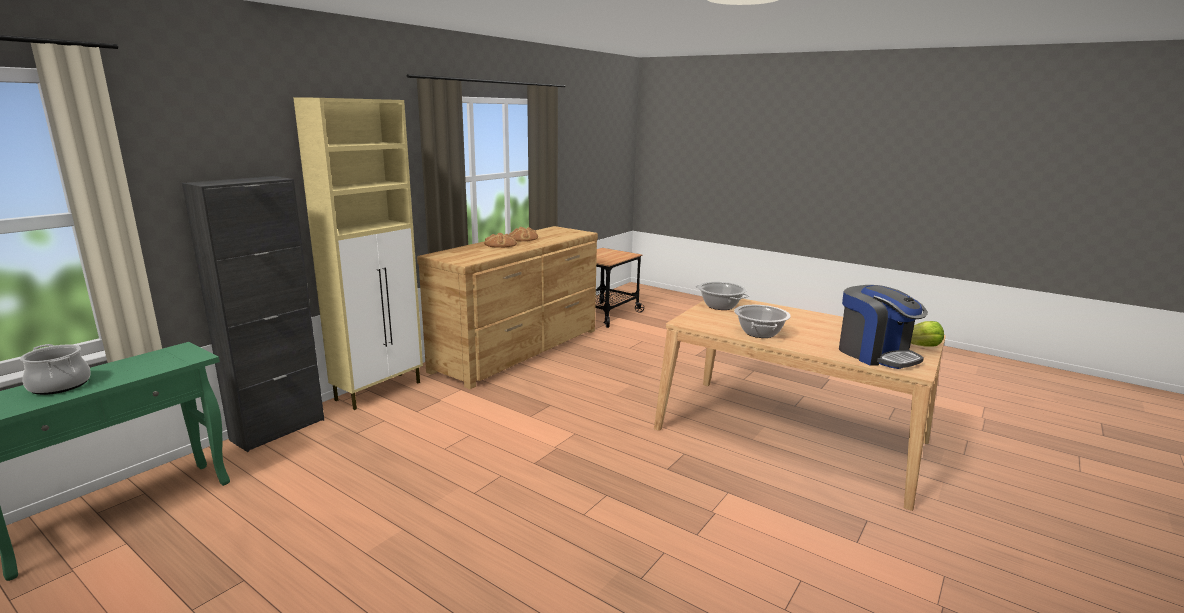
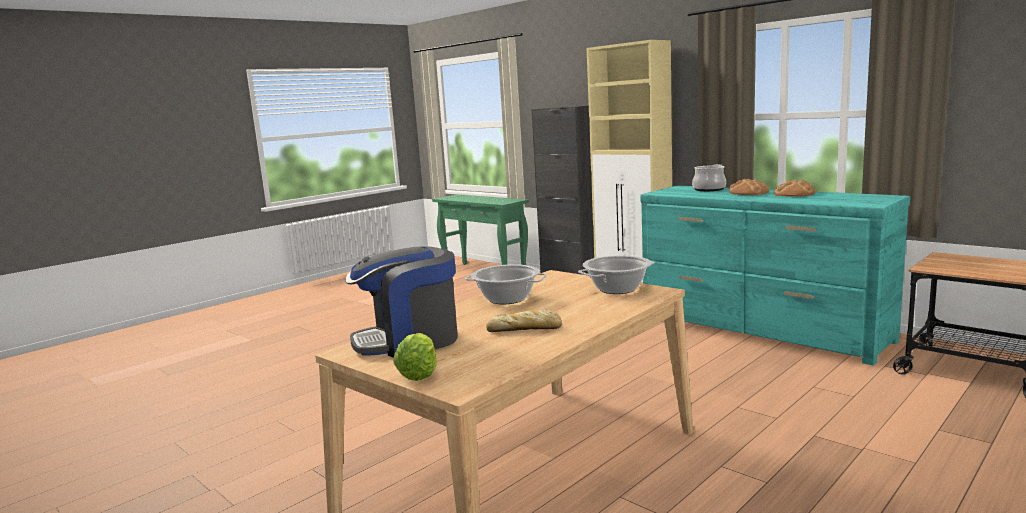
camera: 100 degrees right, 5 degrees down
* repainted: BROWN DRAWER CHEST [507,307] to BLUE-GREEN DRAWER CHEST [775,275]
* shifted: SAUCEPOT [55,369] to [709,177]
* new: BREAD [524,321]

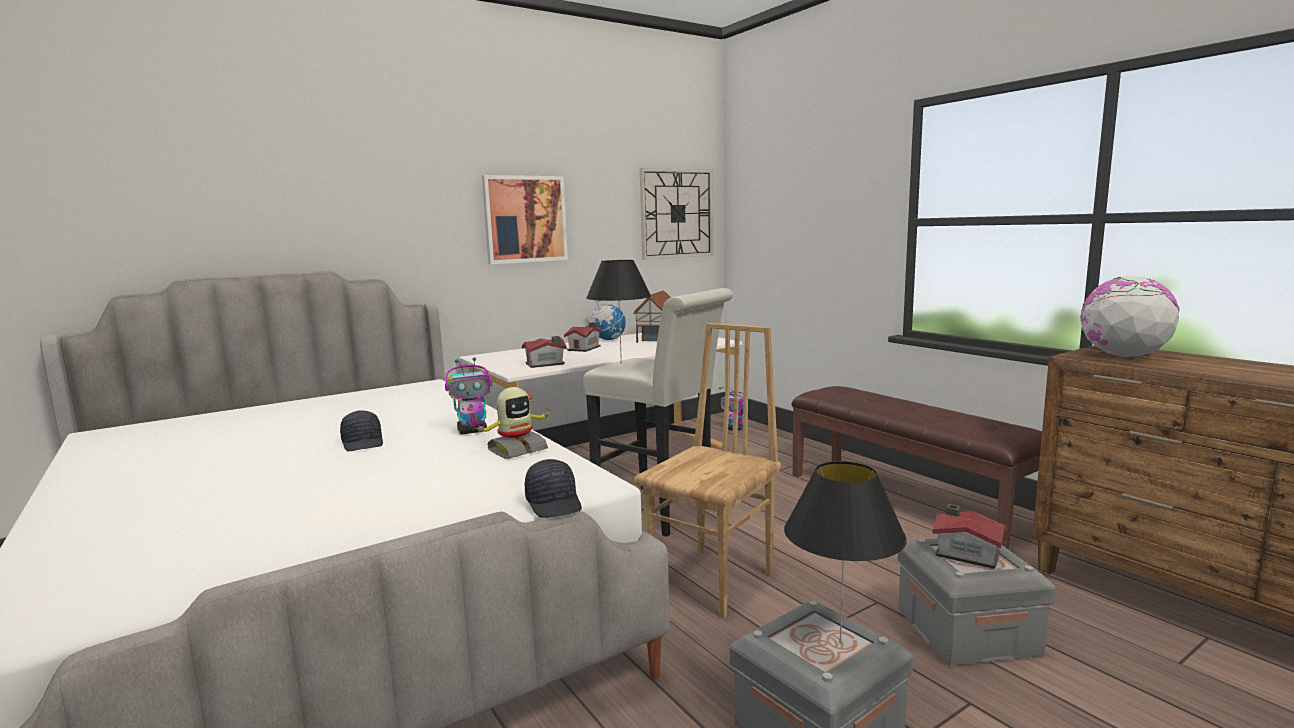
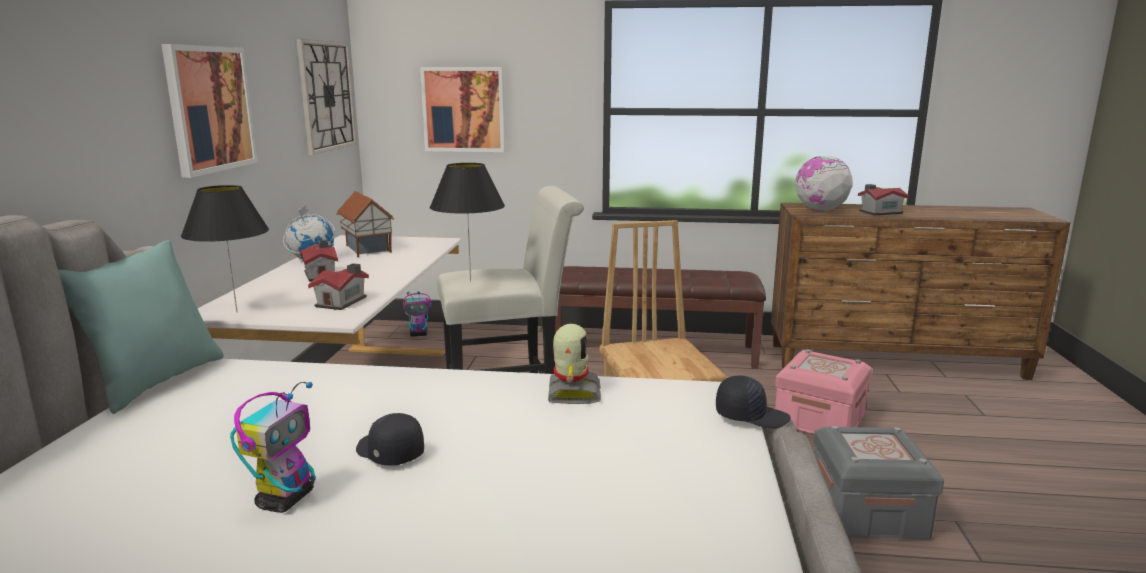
camera: 50 degrees left, 5 degrees up
* shifted: MODEL ROBOT [468,396] to [273,447]
* rotated: BLACKISH CAP [361,430] = [390,439] 150 degrees counterclockwise
* shifted: BLACKISH LAMP FOR A TABLE [845,552] to [225,248]
* shifted: MODEL HOUSE [969,536] to [883,199]
* repainted: GREY STORAGE BOX [977,602] to PINKISH STORAGE BOX [823,391]
* new: WALL ART [462,109]
* new: BLUE-GREEN CUSHION [141,327]

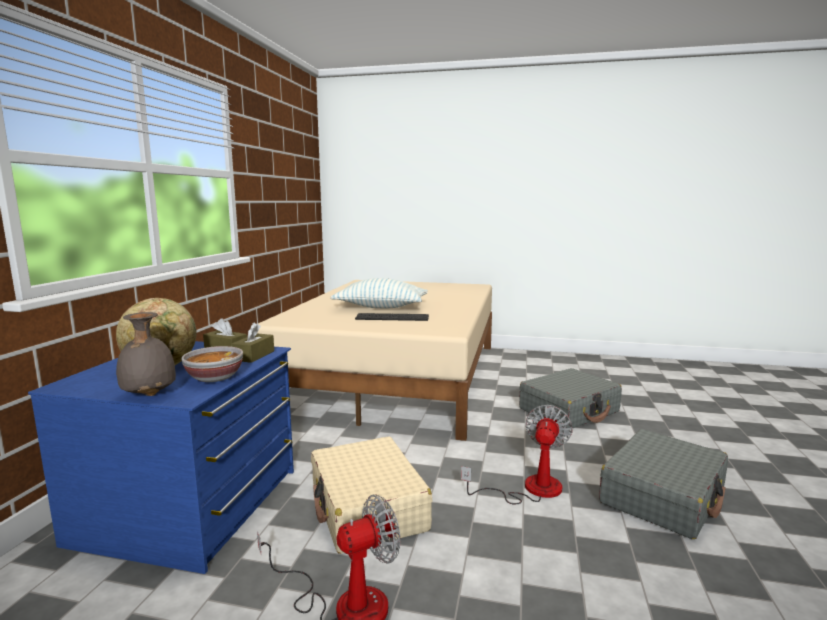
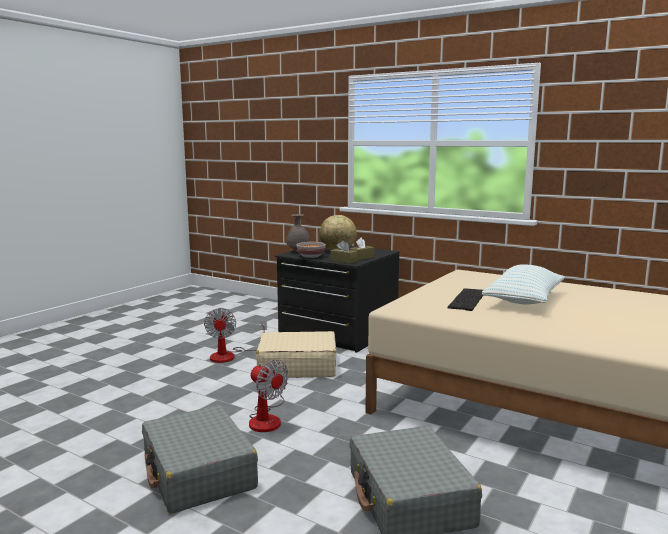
camera: 110 degrees right, 0 degrees up
* repainted: BLUE-COLOURED DRAWER CHEST [161,457] to BLACKISH DRAWER CHEST [337,299]

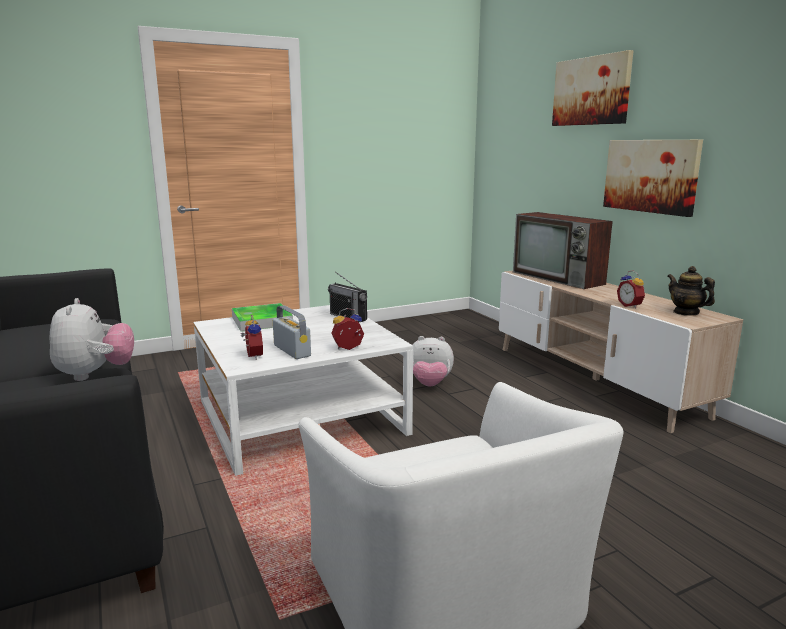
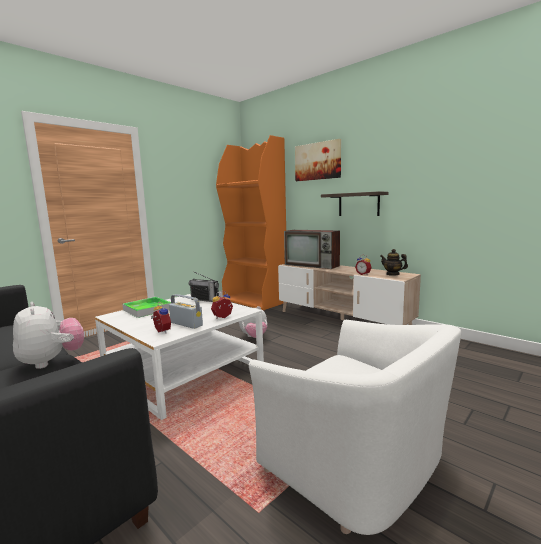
camera: 20 degrees left, 5 degrees down
* swapped: WALL ART [653,178] to BRACKET SHELF [355,204]
* new: ORANGE BOOKCASE [251,222]

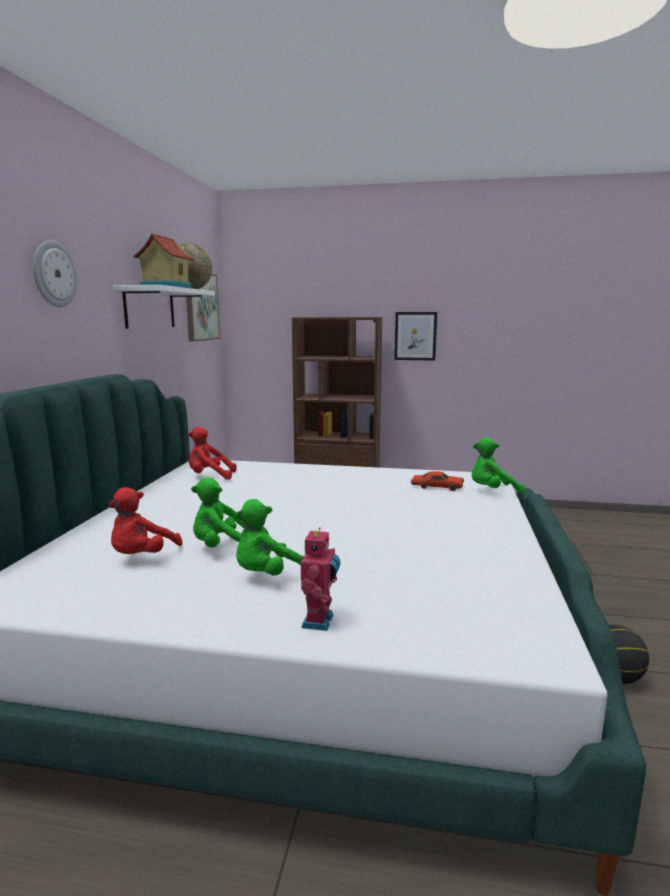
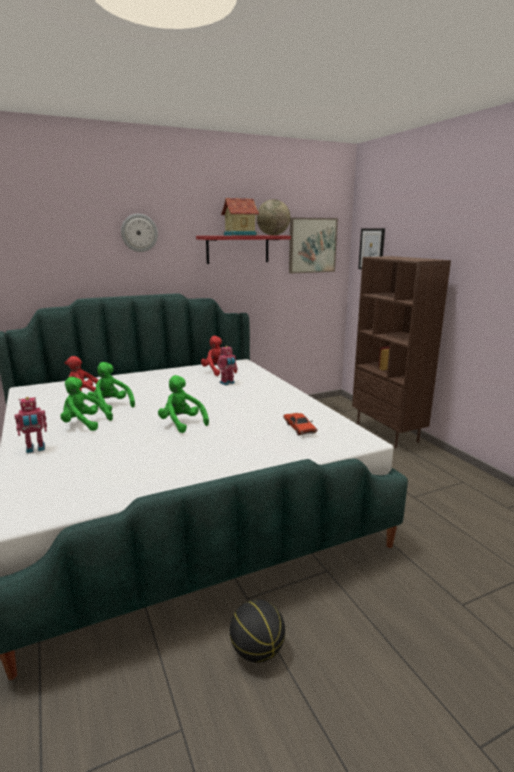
camera: 55 degrees right, 5 degrees up
* repainted: WHITE BRACKET SHELF [164,307] to RED-COLOURED BRACKET SHELF [243,249]
* shifted: WALL ART [415,336] to [371,248]
* shifted: GREEN-COLOURED SOFT TOY [498,465] to [183,404]
* new: MODEL ROBOT [227,366]

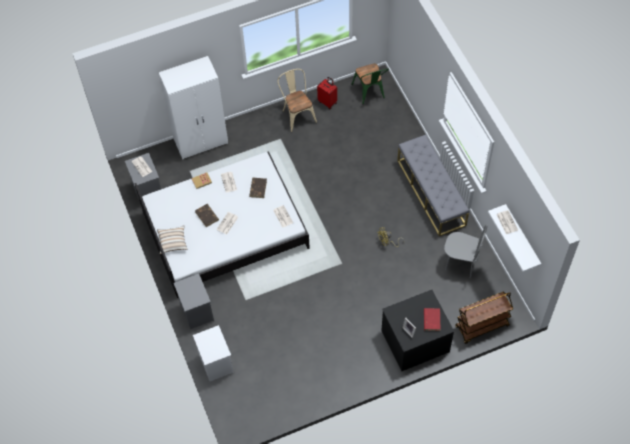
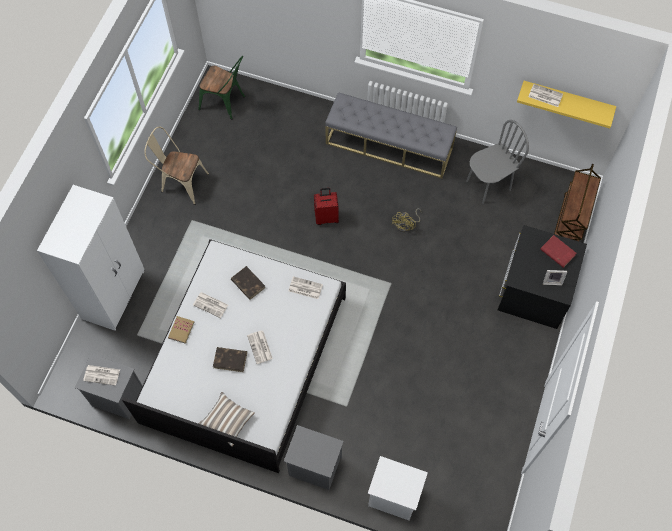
camera: 50 degrees left, 5 degrees up
* shifted: RED-COLOURED SUITCASE [327,93] to [326,206]
* repainted: WHITE BRACKET SHELF [514,238] to YELLOW BRACKET SHELF [566,104]

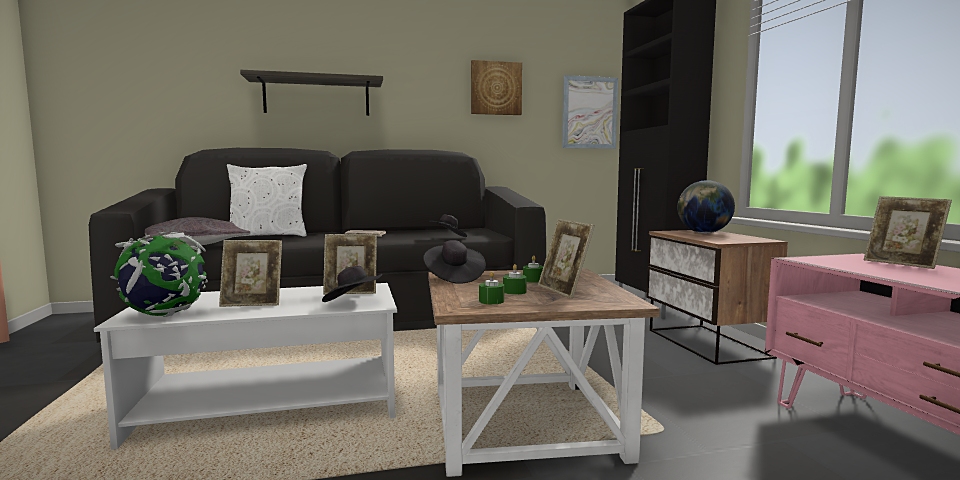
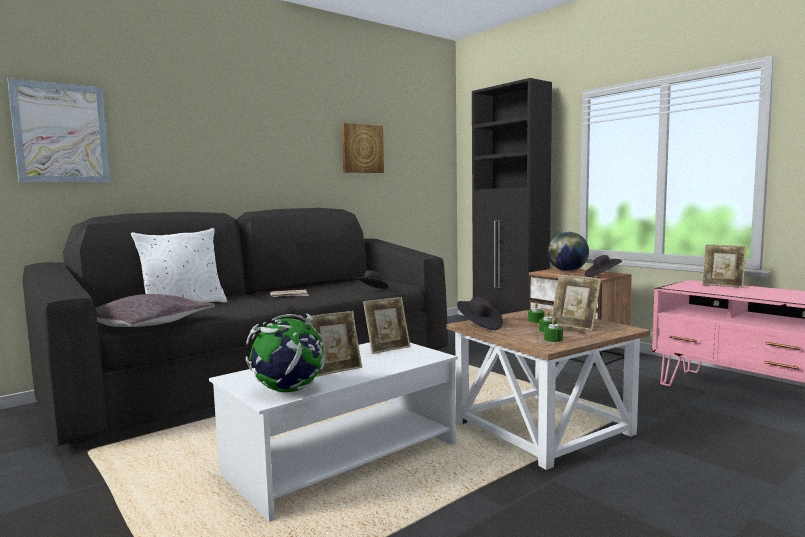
camera: 25 degrees left, 0 degrees up
* gone: BRACKET SHELF [311,93]
* shifted: WALL ART [590,112] to [59,130]
* shifted: BLACKISH CLOTHING HAT [352,284] to [603,266]

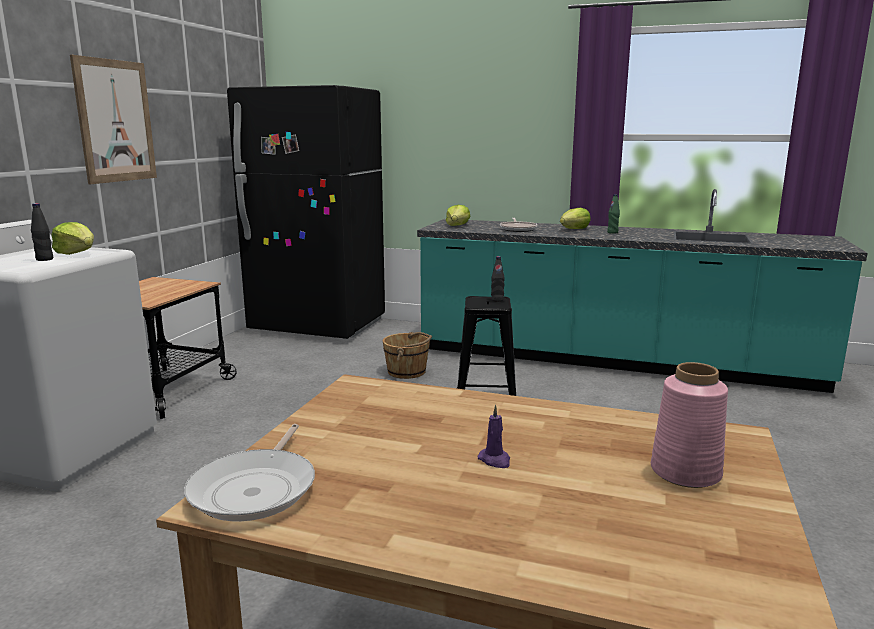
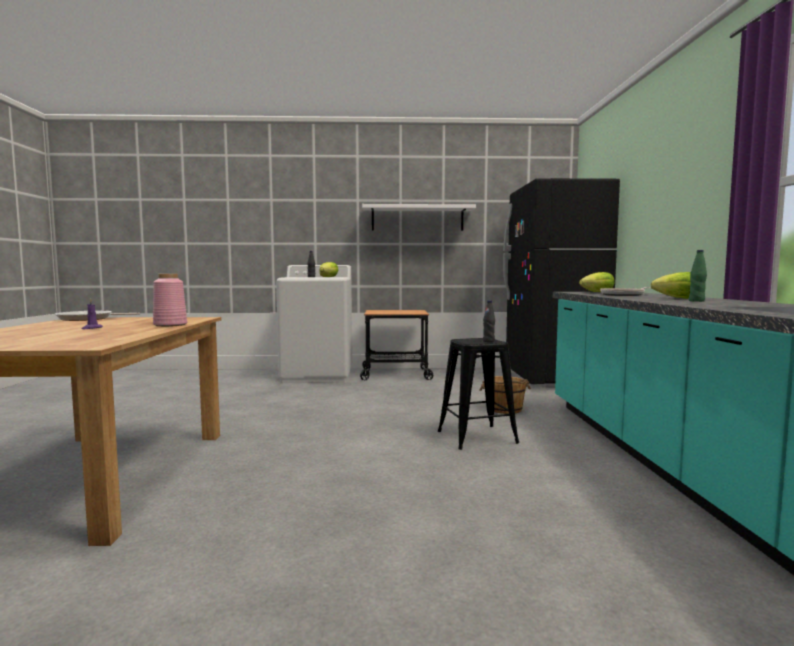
camera: 70 degrees right, 10 degrees down
* swapped: WALL ART [113,119] to WHITE BRACKET SHELF [419,217]
* shifted: PINKISH VASE [689,425] to [170,300]

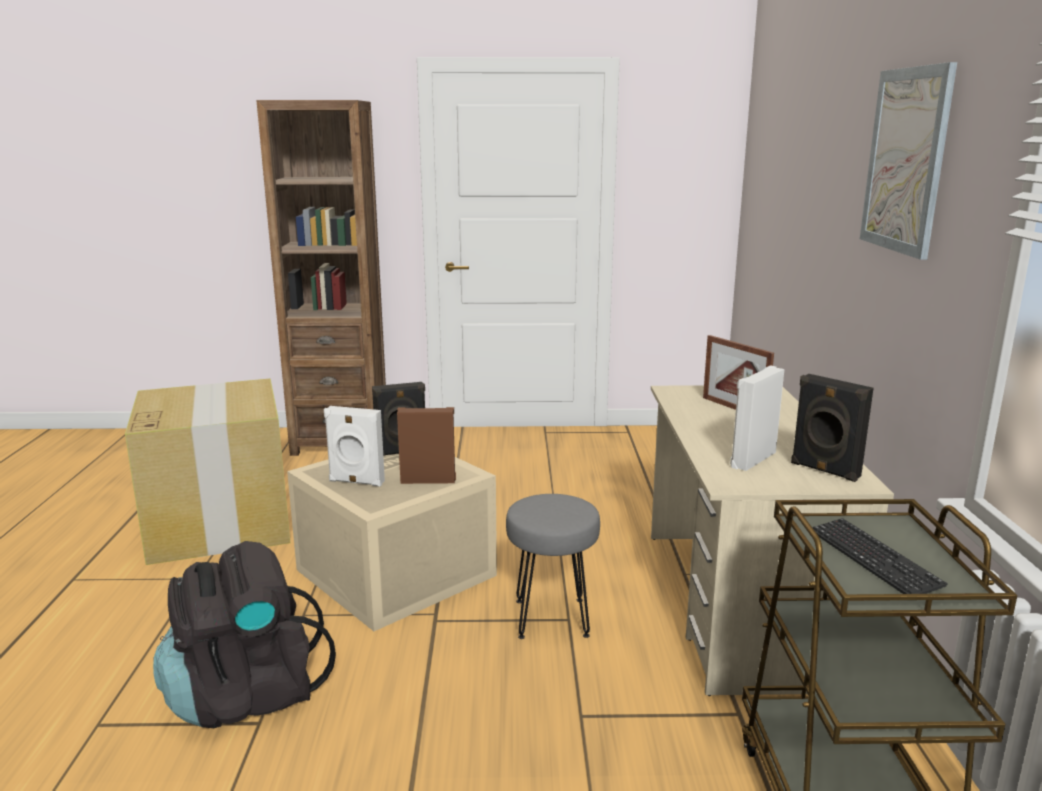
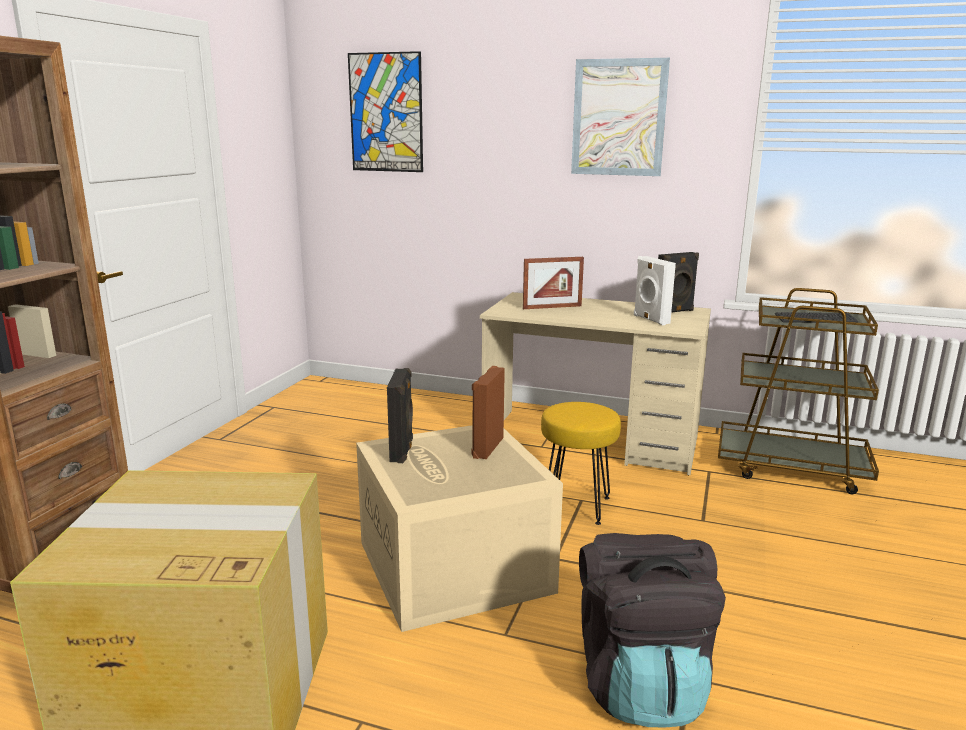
camera: 70 degrees left, 0 degrees up
* gone: WHITE SPEAKER [354,446]
* repainted: GREY STOOL SEAT [553,566] to YELLOW STOOL SEAT [581,463]
* new: WALL ART [385,111]

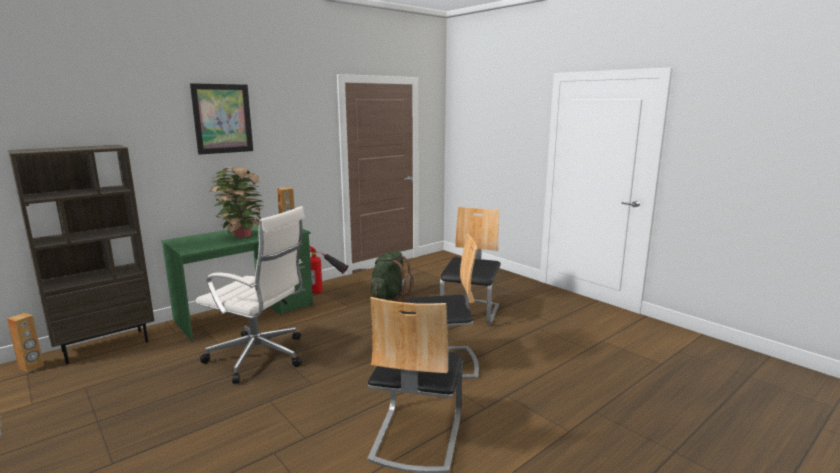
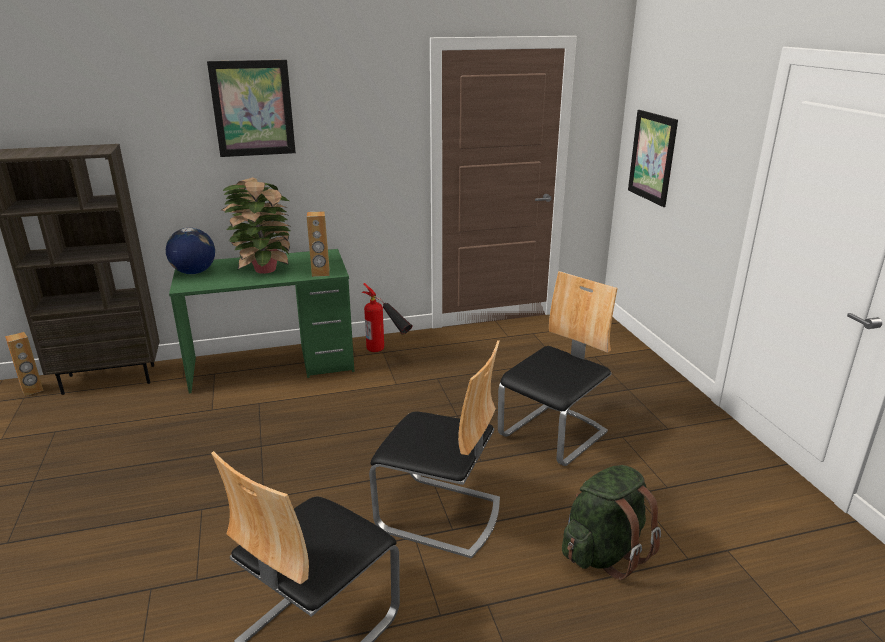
camera: 25 degrees right, 10 degrees up
* gone: WHITE DESK CHAIR [250,295]
* shifted: GREEN-COLOURED KNAPSACK [392,276] to [611,522]
* new: WALL ART [653,158]
* new: WORLD GLOBE [190,251]

